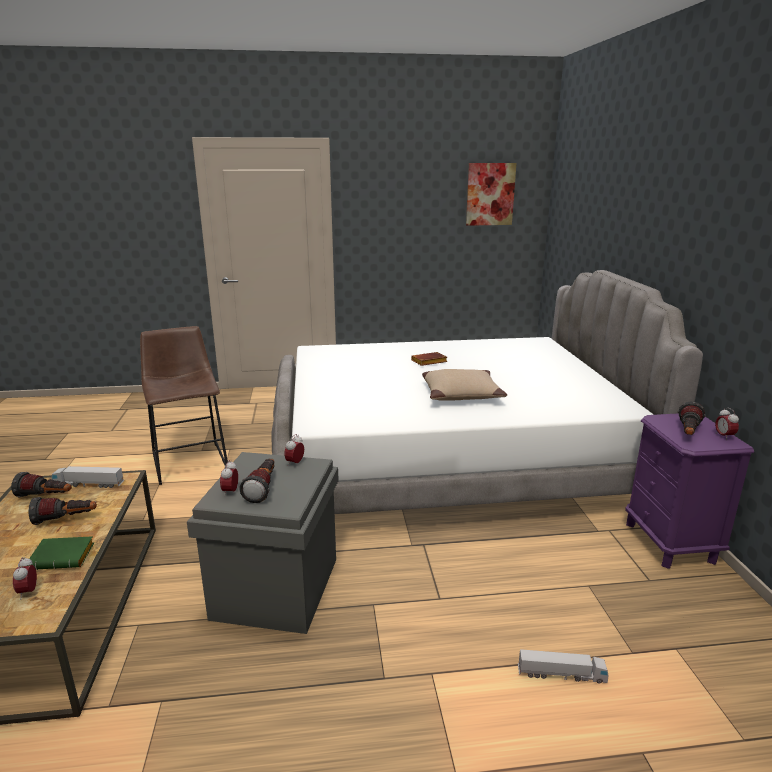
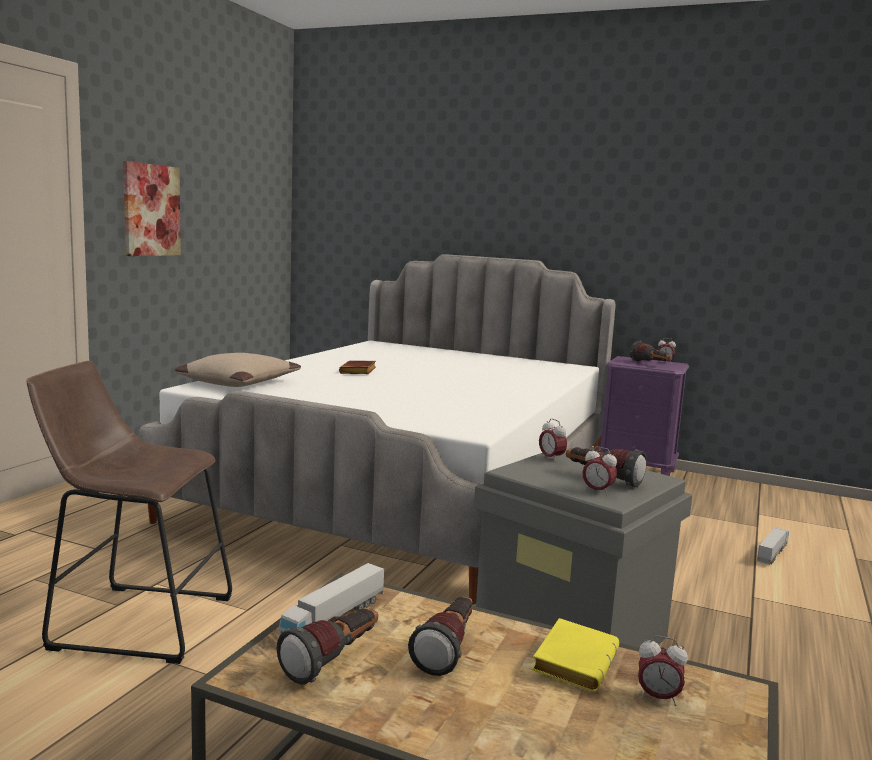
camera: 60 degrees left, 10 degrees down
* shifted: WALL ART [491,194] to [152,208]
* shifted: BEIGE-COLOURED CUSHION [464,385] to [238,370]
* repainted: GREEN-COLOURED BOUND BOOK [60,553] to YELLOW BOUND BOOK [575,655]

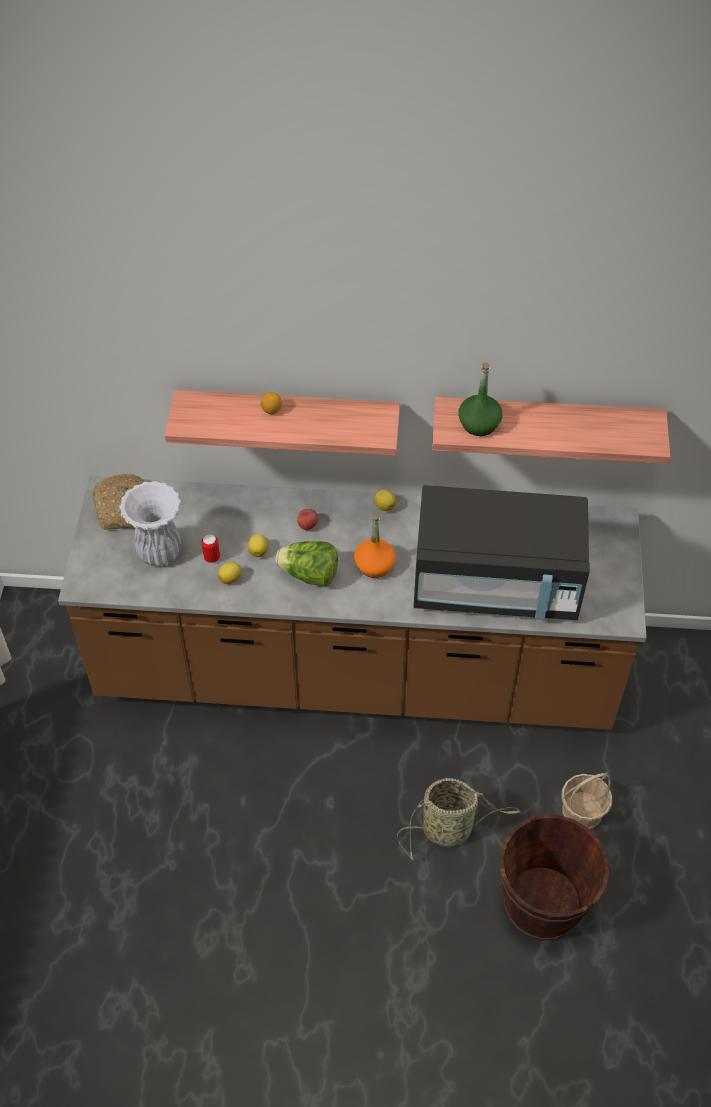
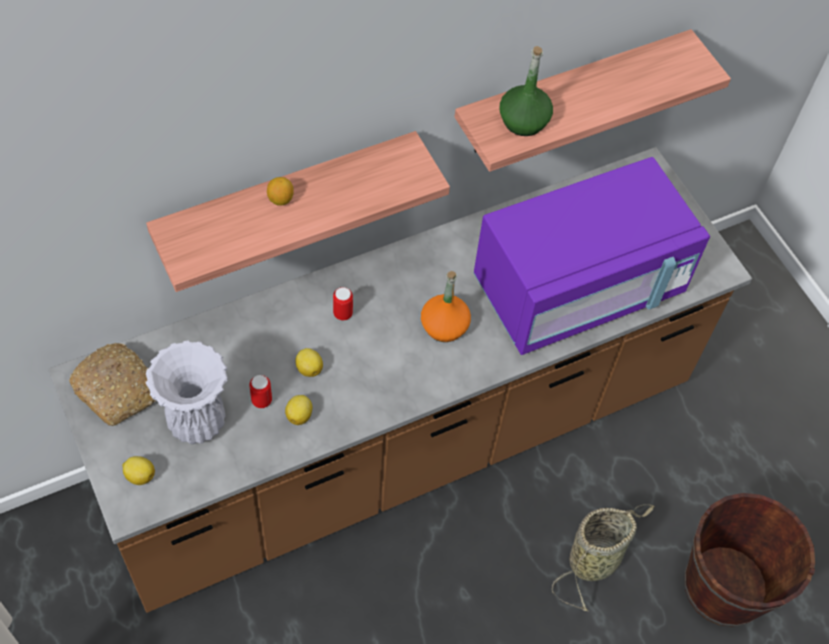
camera: 35 degrees left, 5 degrees up
* repainted: BLACKISH KITCHEN MICROWAVE [502,552] to PURPLE KITCHEN MICROWAVE [592,256]
* shifted: WHOLE LEMON [385,500] to [138,470]
* swapped: APPLE [307,519] to SEALED CAN [343,303]
* gone: LETTUCE [307,564]
* gone: STORAGE BASKET [586,801]

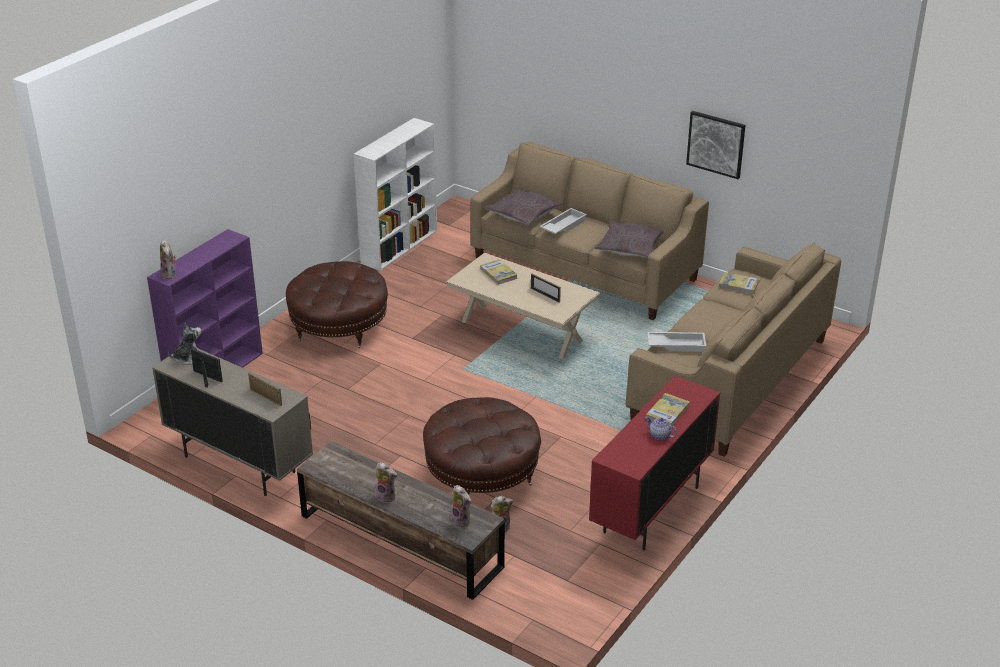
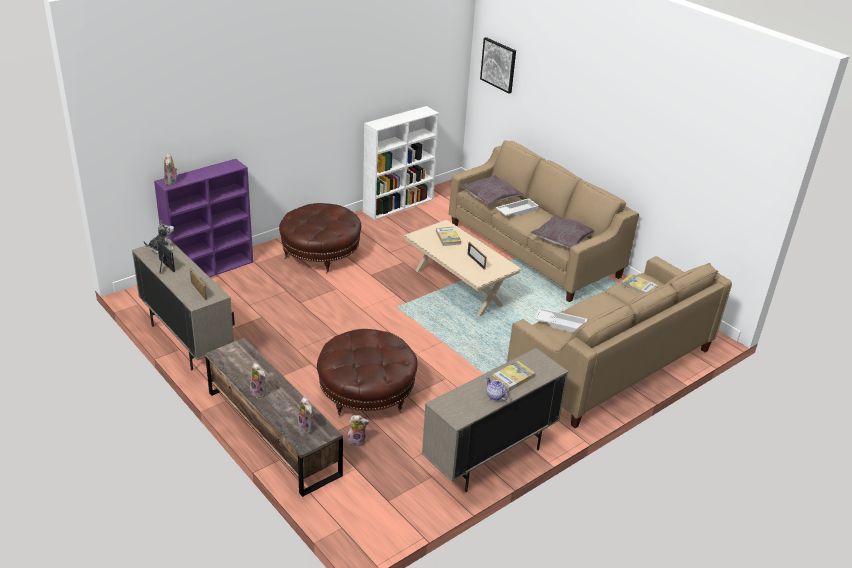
camera: 15 degrees right, 0 degrees up
* shifted: WALL ART [716,145] to [498,65]
* repainted: RED-COLOURED CABINET [654,463] to BEIGE-COLOURED CABINET [495,420]

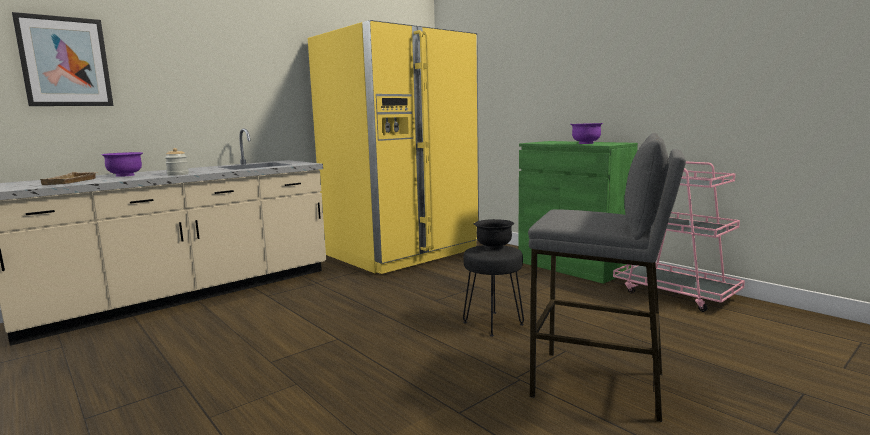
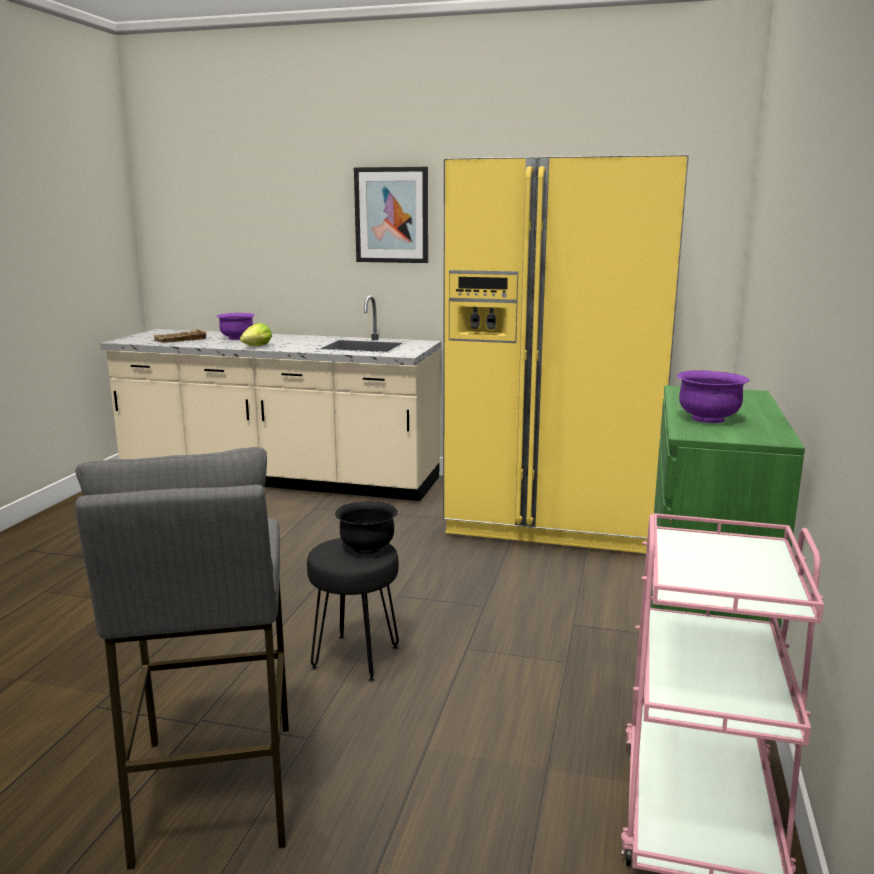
camera: 55 degrees right, 5 degrees up
* shifted: WALL ART [63,59] to [391,215]
* swapped: PRESERVE JAR [177,162] to LETTUCE [256,334]

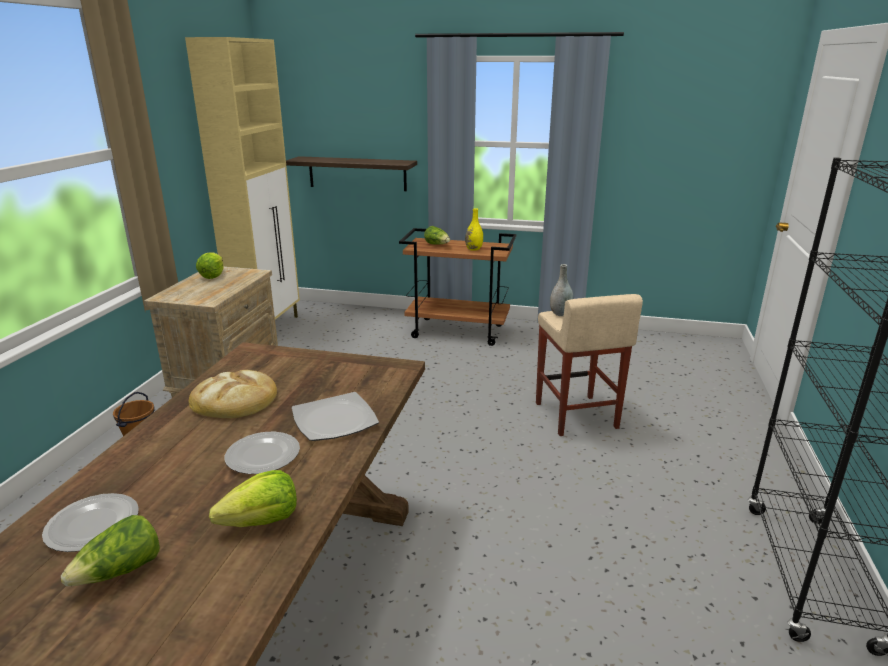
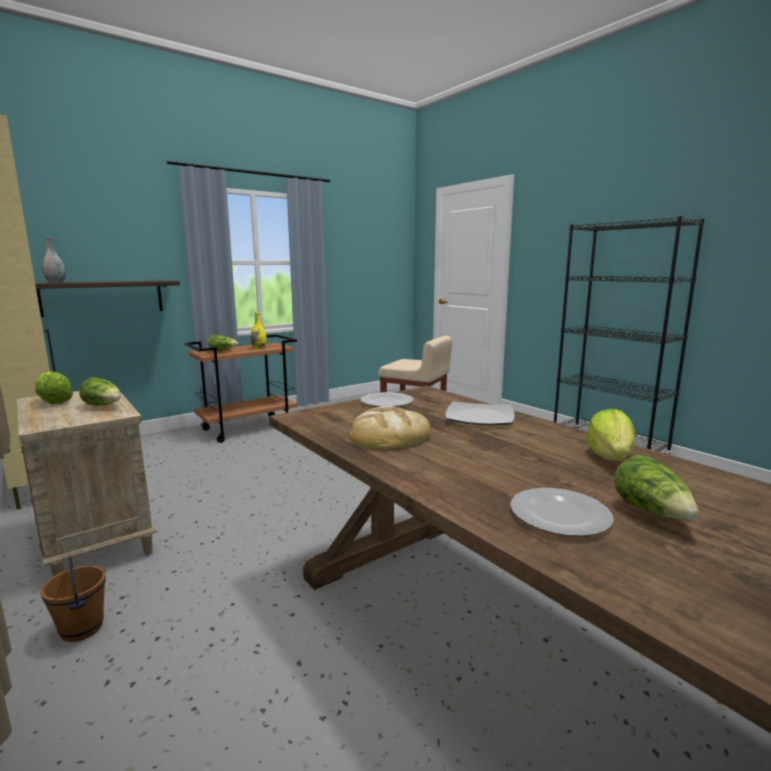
camera: 50 degrees left, 10 degrees down
* shifted: GREY VASE [562,290] to [54,260]
* shifted: PLATE [262,453] to [387,399]
* new: LETTUCE [100,391]

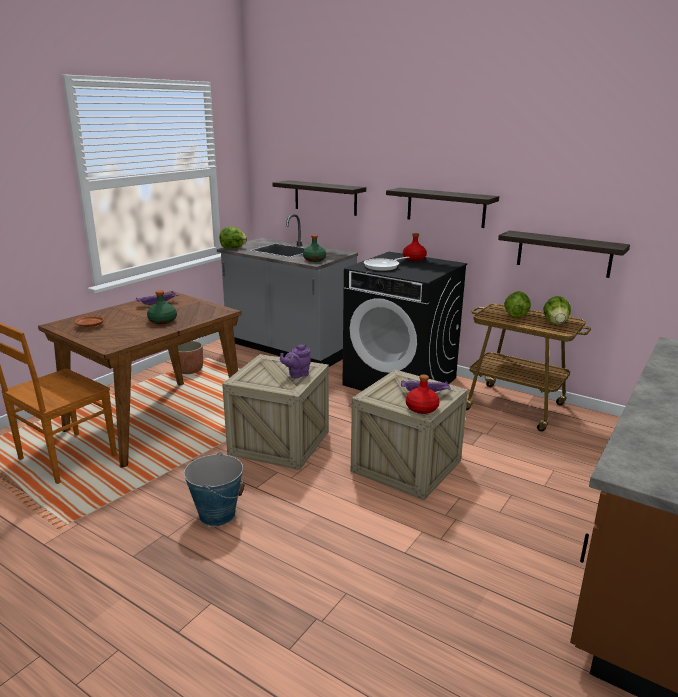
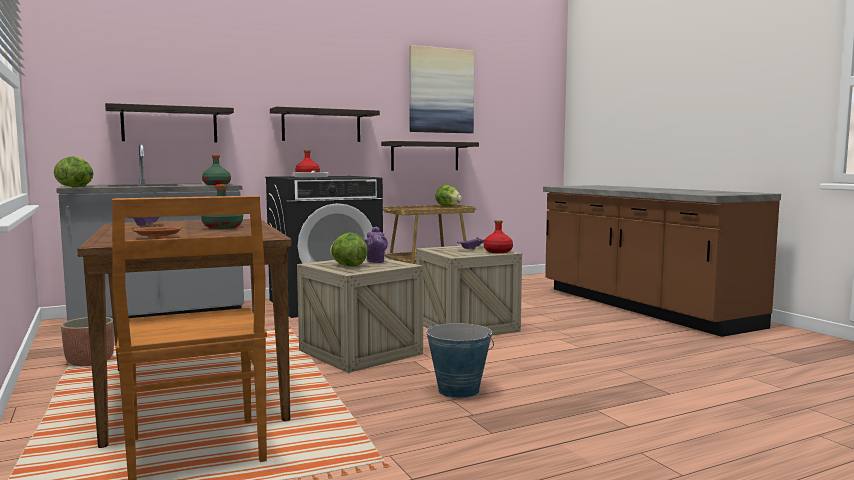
camera: 60 degrees left, 15 degrees down
* shifted: LETTUCE [517,304] to [349,249]
* new: WALL ART [441,89]

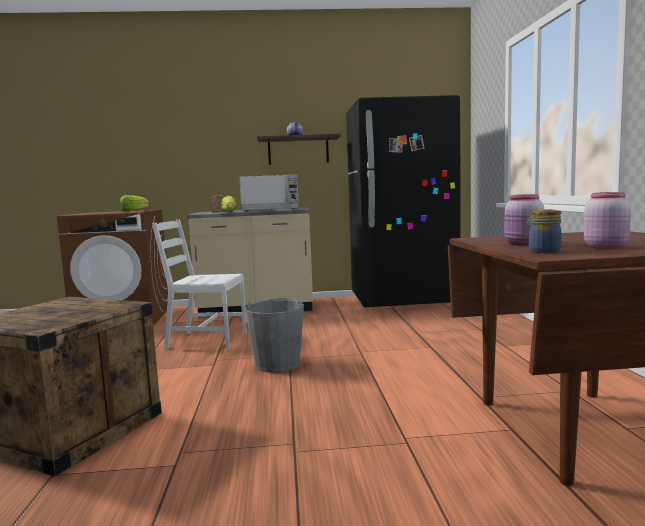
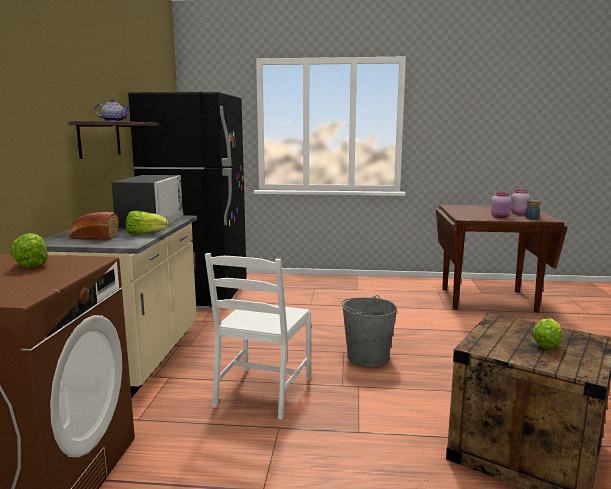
camera: 80 degrees left, 5 degrees up
* new: LETTUCE [547,333]

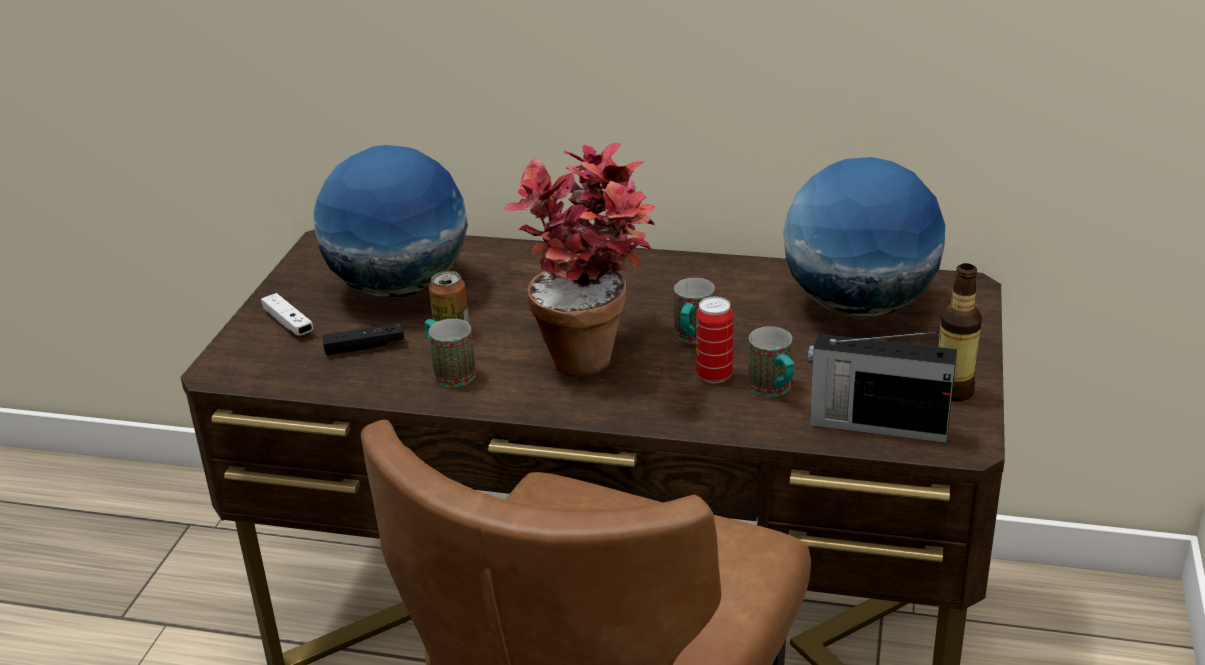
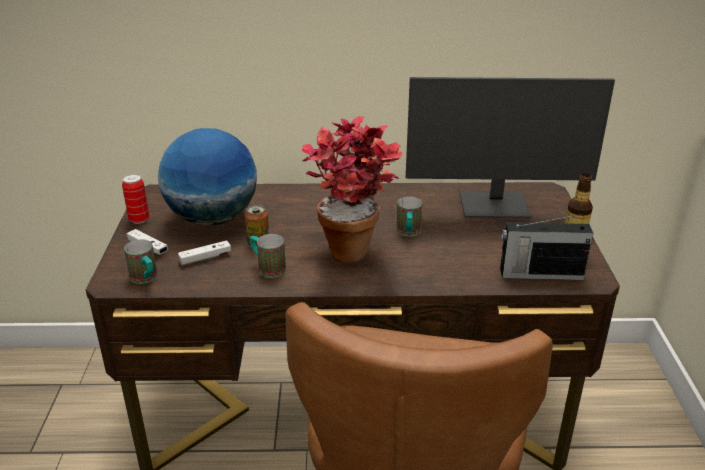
camera: 15 degrees left, 0 degrees up
* swapped: WORLD GLOBE [864,237] to MONITOR [510,147]
* shifted: SEALED CAN [714,340] to [135,199]
* repainted: BLACKISH GAME CONTROLLER [363,339] to WHITE GAME CONTROLLER [204,252]
* shifted: MUG [771,361] to [140,261]

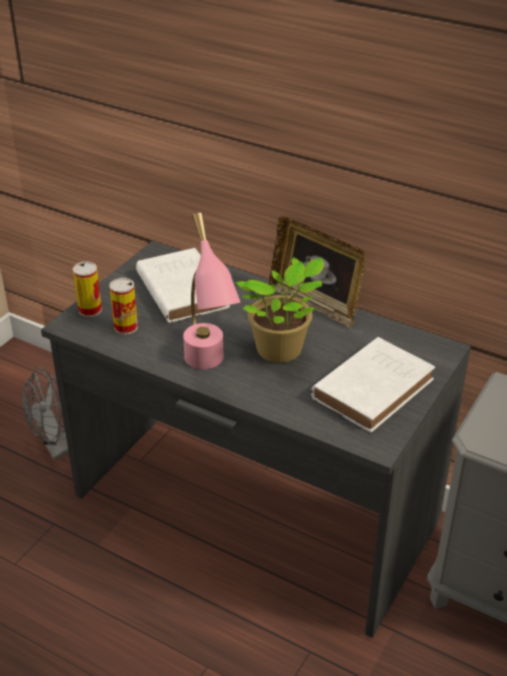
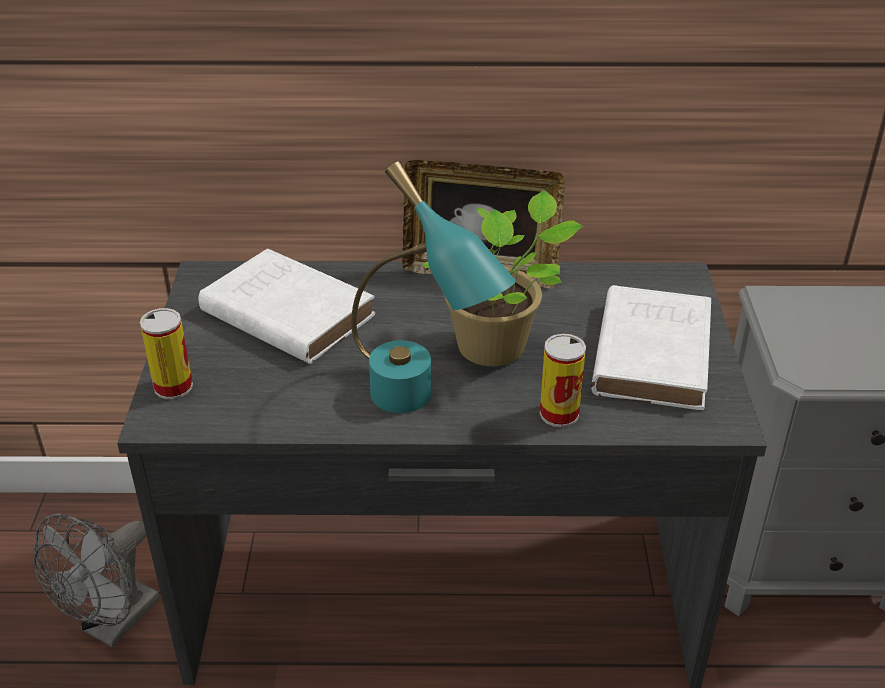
camera: 30 degrees left, 0 degrees up
* repainted: PINKISH LAMP FOR A TABLE [211,290] to BLUE-GREEN LAMP FOR A TABLE [433,287]
* shifted: SEALED CAN [123,306] to [563,380]

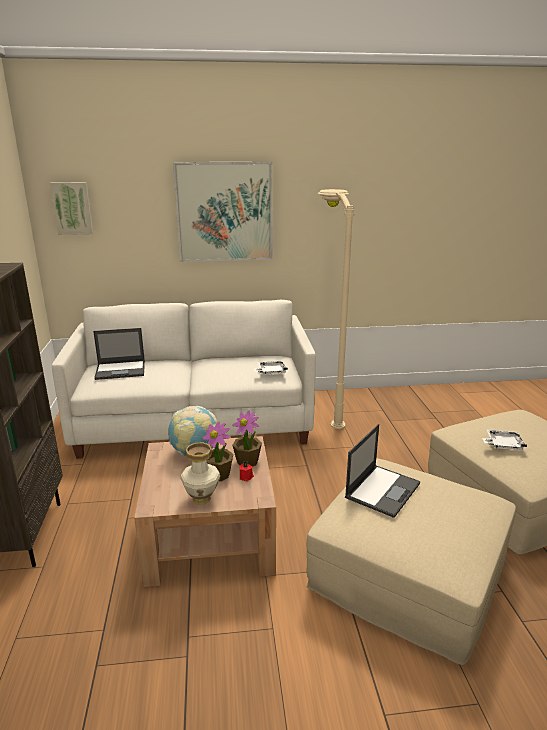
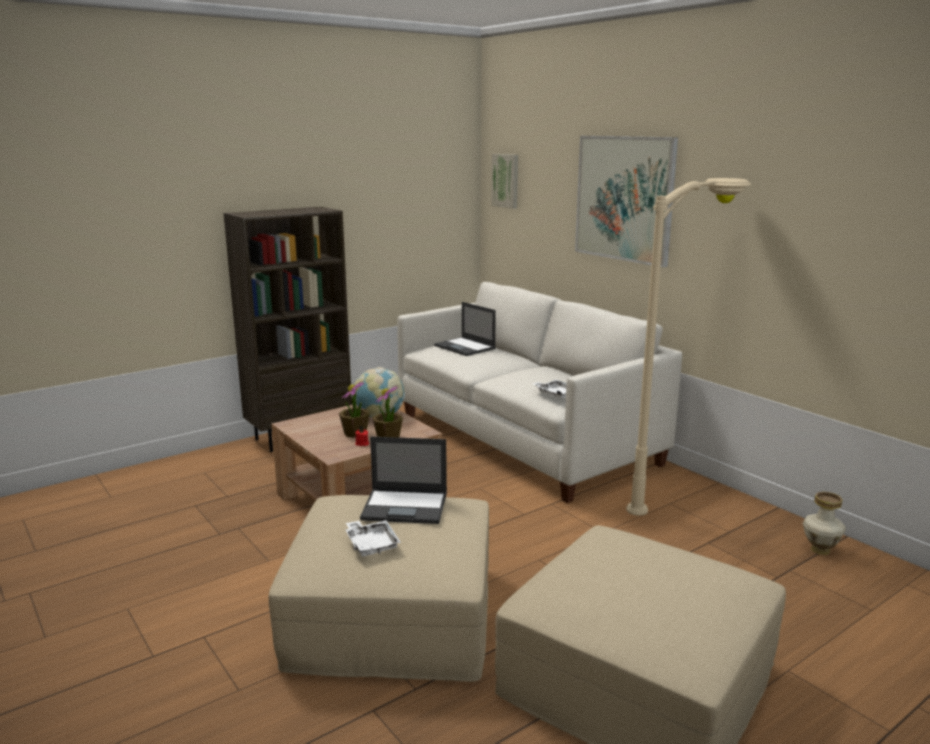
camera: 60 degrees right, 5 degrees down
* shifted: WHITE CARRYING TRAY [504,440] to [373,538]
* shifted: VASE [200,473] to [824,523]

